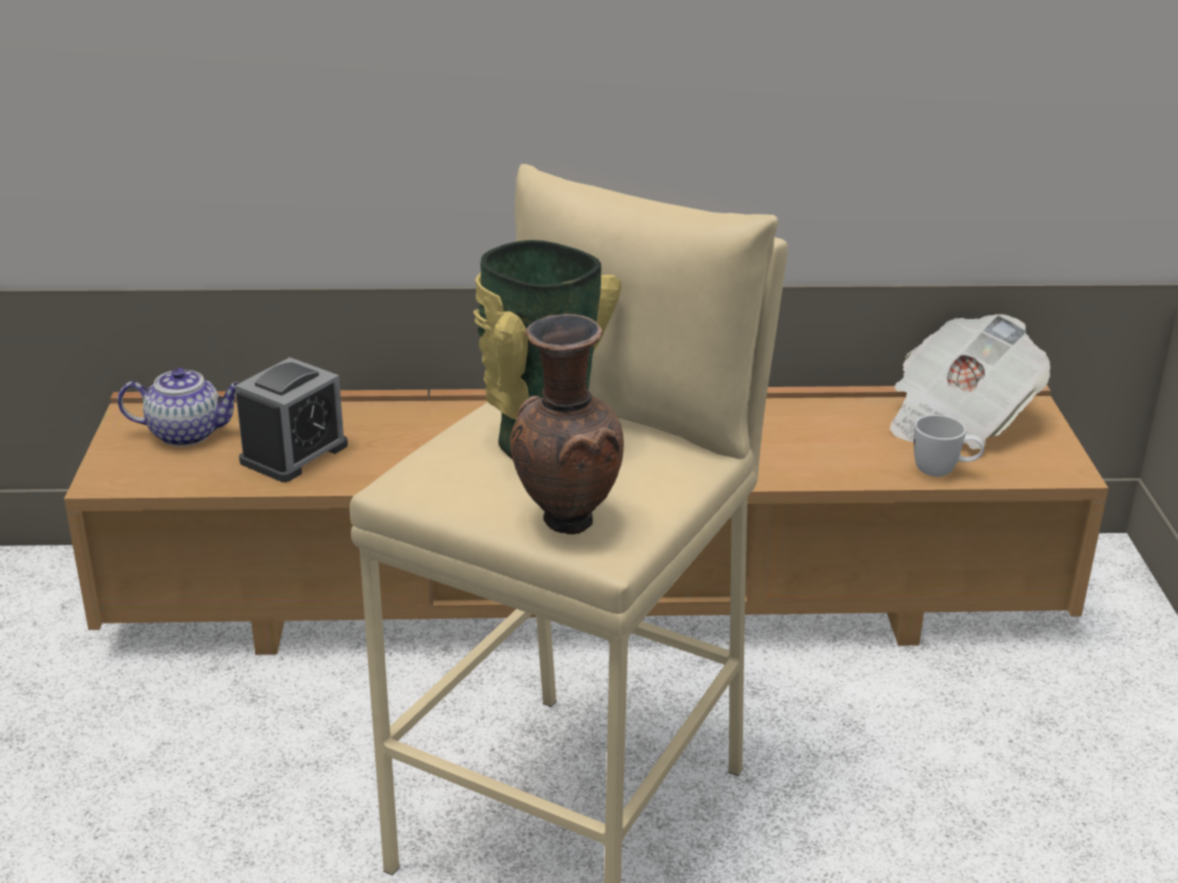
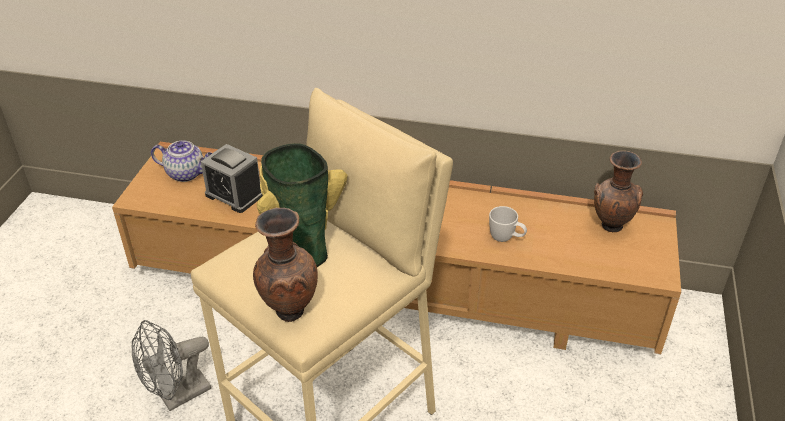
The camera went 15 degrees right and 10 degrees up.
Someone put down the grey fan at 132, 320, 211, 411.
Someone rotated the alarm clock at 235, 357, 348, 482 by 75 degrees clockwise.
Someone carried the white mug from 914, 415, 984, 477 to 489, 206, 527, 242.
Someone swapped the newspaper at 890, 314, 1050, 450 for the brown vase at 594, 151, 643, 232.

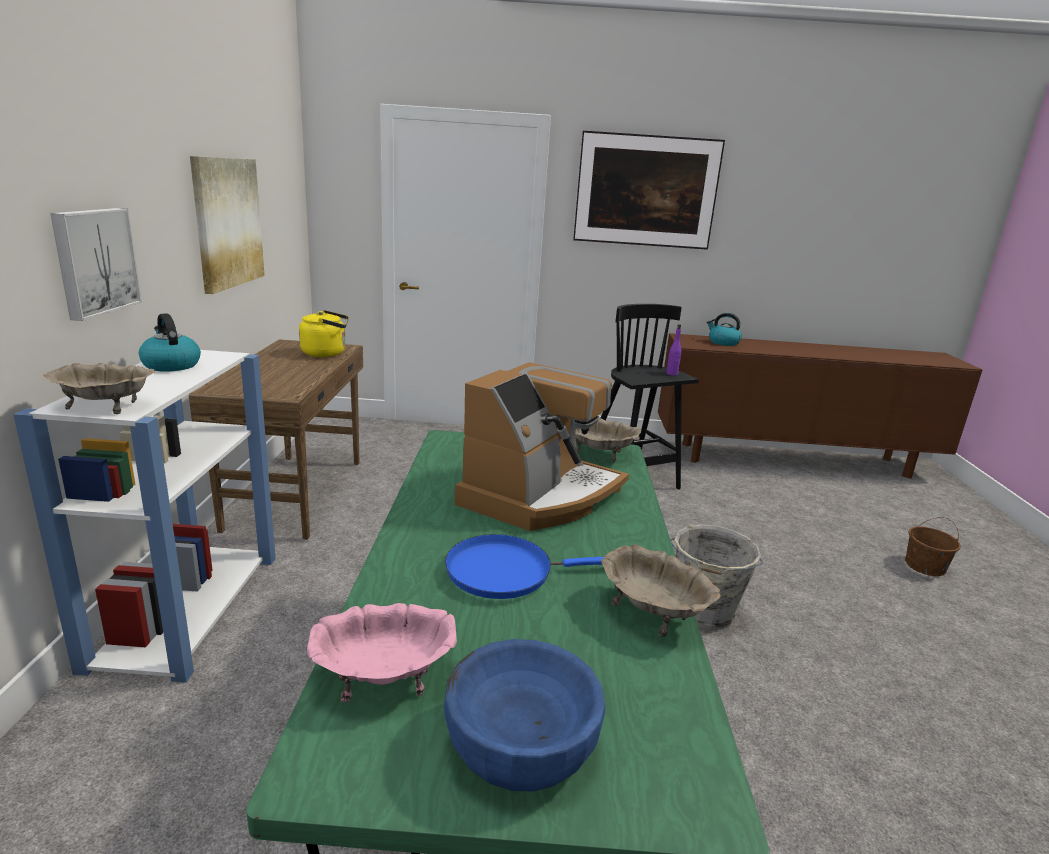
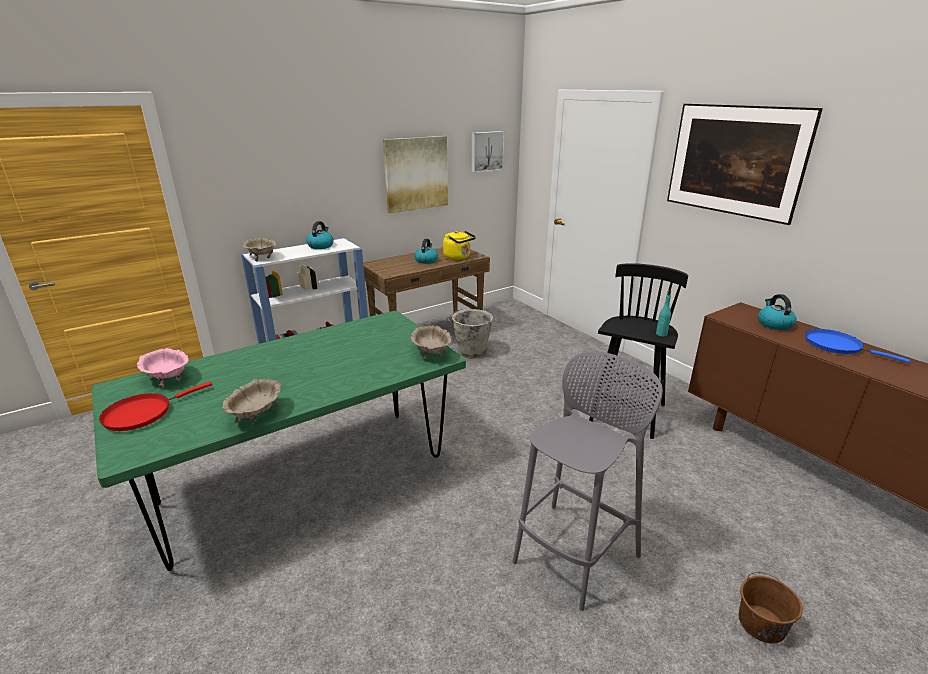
The camera went 55 degrees right and 5 degrees up.
Someone swapped the blue bowl at 444, 639, 605, 792 for the red frying pan at 99, 382, 212, 431.
Someone put down the kettle at 414, 239, 438, 264.
Someone carried the grey bucket from 670, 524, 763, 630 to 447, 309, 493, 359.
Someone carried the picture from 50, 208, 142, 321 to 472, 131, 505, 173.
Someone put down the grey stool at 512, 351, 663, 611.
Someone repainted the purple bottle at 666, 324, 681, 375, which became the turquoise bottle at 656, 291, 671, 336.
Someone carried the blue frying pan from 445, 534, 603, 599 to 805, 329, 910, 363.
Someone took away the coffee machine at 455, 362, 629, 531.

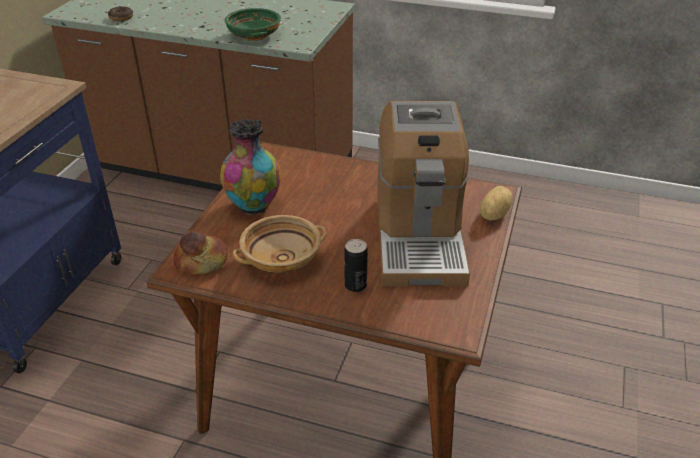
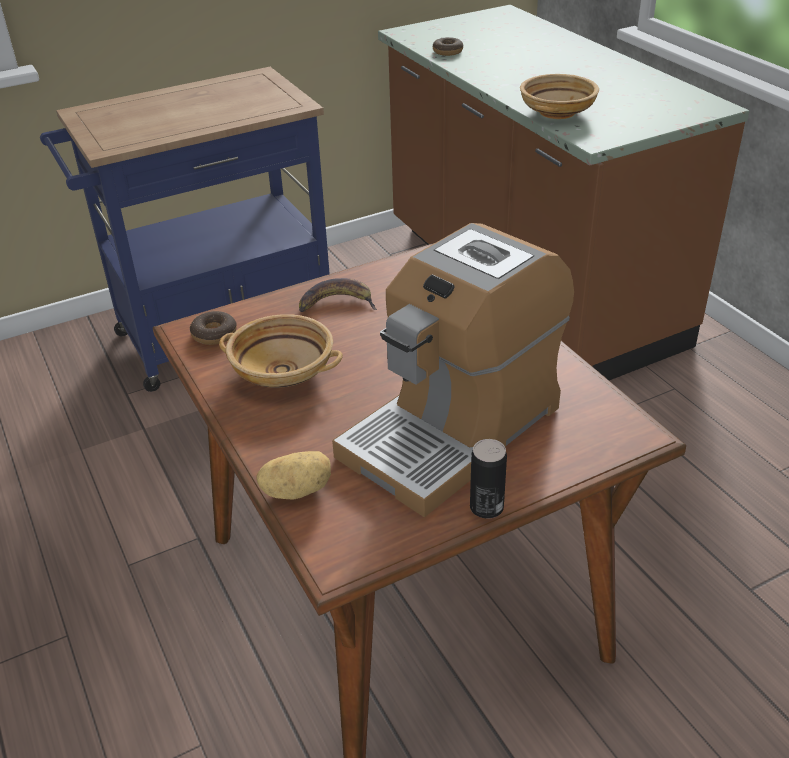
The camera went 45 degrees right and 0 degrees up.
Someone swapped the bread at 174, 232, 228, 275 for the donut at 190, 311, 237, 345.
Someone carried the potato from 480, 186, 512, 221 to 256, 451, 331, 500.
Someone swapped the vase at 220, 119, 281, 215 for the banana at 299, 278, 377, 312.
Someone carried the can from 344, 239, 368, 292 to 470, 439, 507, 518.
Someone repainted the green bowl at 225, 8, 281, 41, which became the beige bowl at 520, 74, 599, 119.

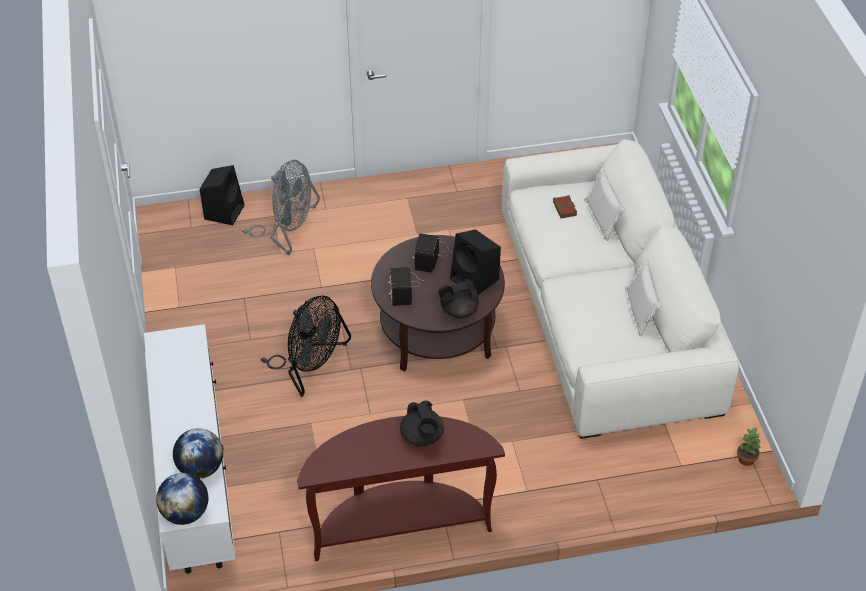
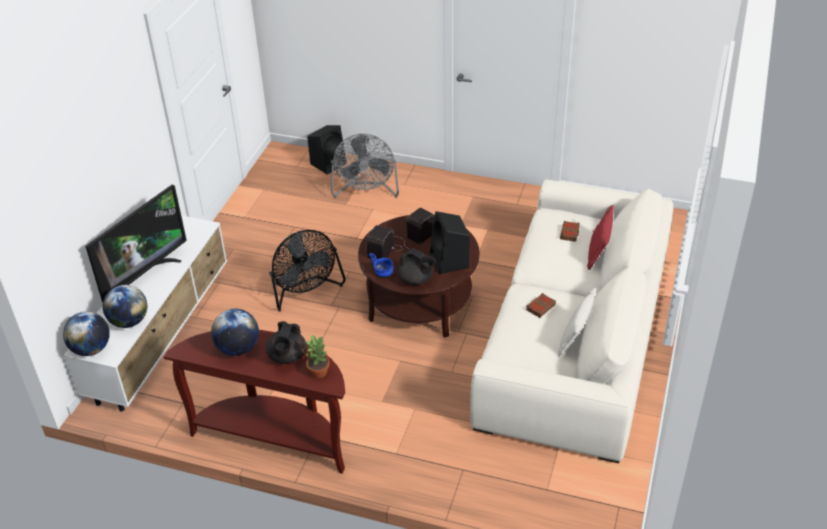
The camera went 30 degrees right and 5 degrees down.
Someone put down the television at 86, 184, 187, 302.
Someone put down the globe at 211, 309, 259, 356.
Someone carried the potted plant from 737, 427, 761, 466 to 306, 334, 329, 378.
Someone rotated the grey fan at 242, 160, 320, 255 by 45 degrees clockwise.
Someone put down the blue bowl at 369, 253, 394, 277.
Someone rotated the black teapot at 438, 279, 479, 318 by 150 degrees counterclockwise.
Someone put down the brown book at 526, 293, 556, 318.
Someone repainted the white pillow at 584, 168, 625, 241, which became the red pillow at 587, 205, 614, 270.

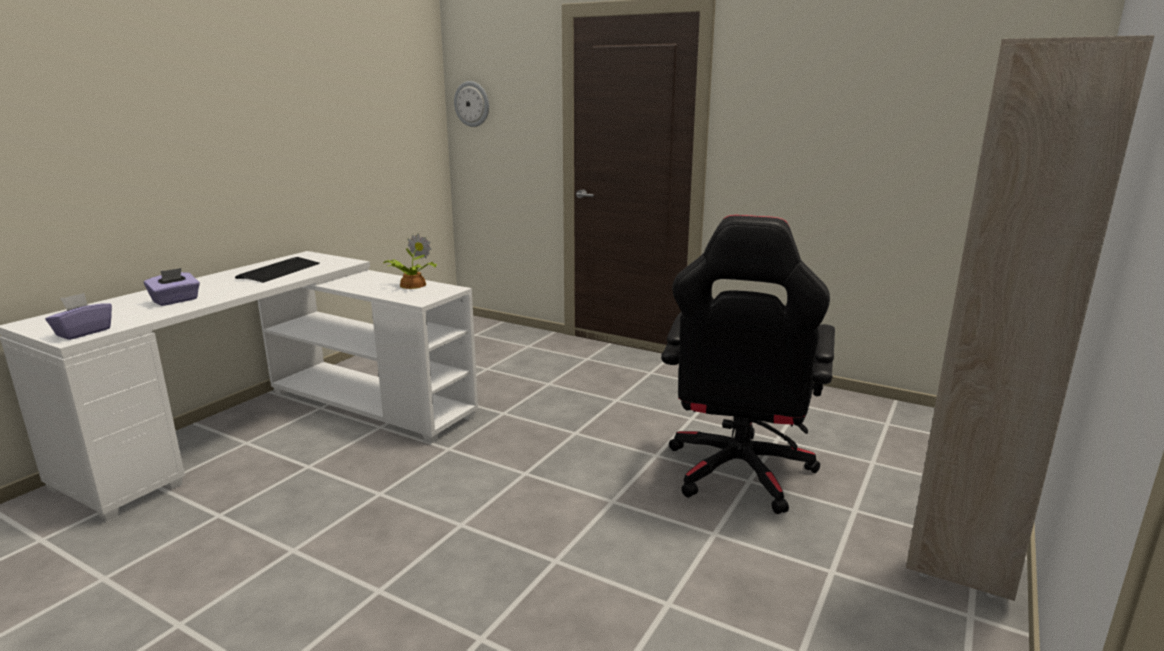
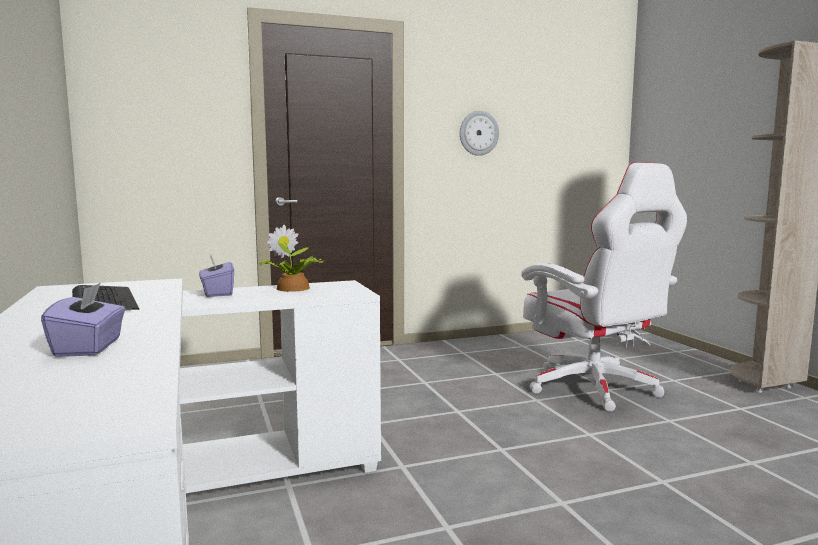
The camera went 50 degrees left and 10 degrees down.
Someone carried the purple tissue box from 45, 293, 112, 340 to 199, 254, 234, 297.
Someone carried the wall clock from 454, 81, 489, 127 to 460, 111, 499, 156.
Someone repainted the black office chair at 661, 215, 835, 514, which became the white office chair at 521, 162, 687, 412.

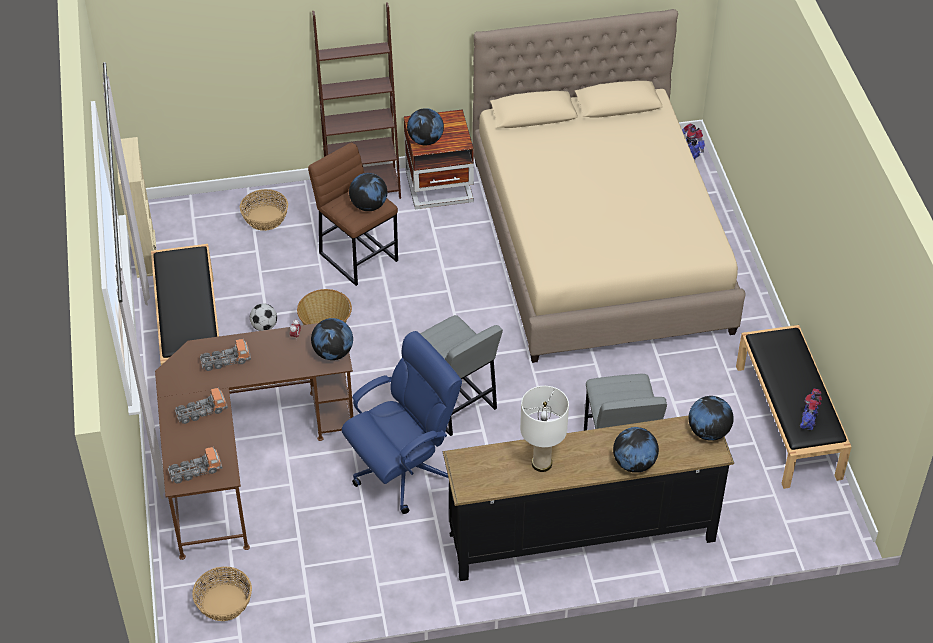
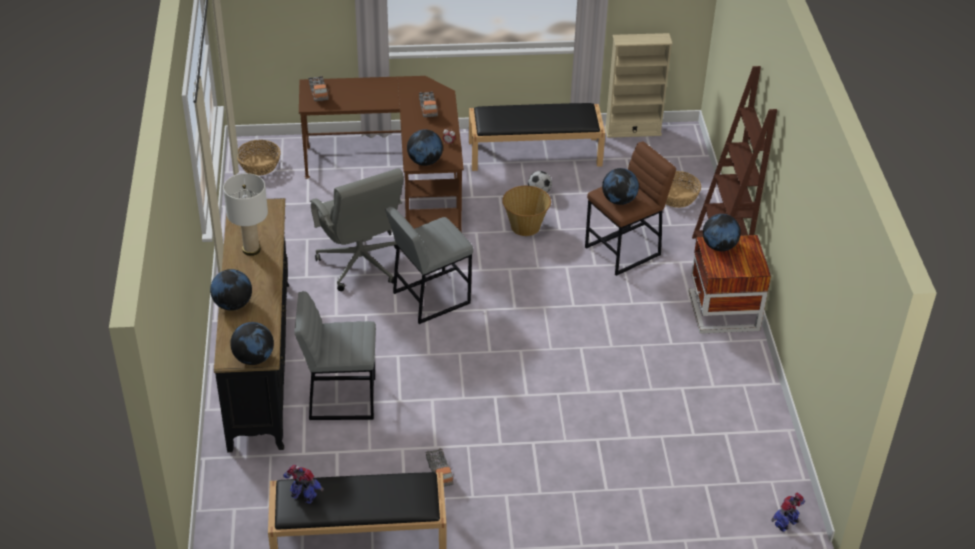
The camera went 95 degrees right and 5 degrees down.
Someone repainted the blue office chair at 342, 331, 462, 514, which became the grey office chair at 310, 168, 404, 291.
Someone carried the toy truck from 175, 388, 228, 424 to 426, 448, 454, 487.
Someone took away the beige bed at 473, 9, 746, 363.

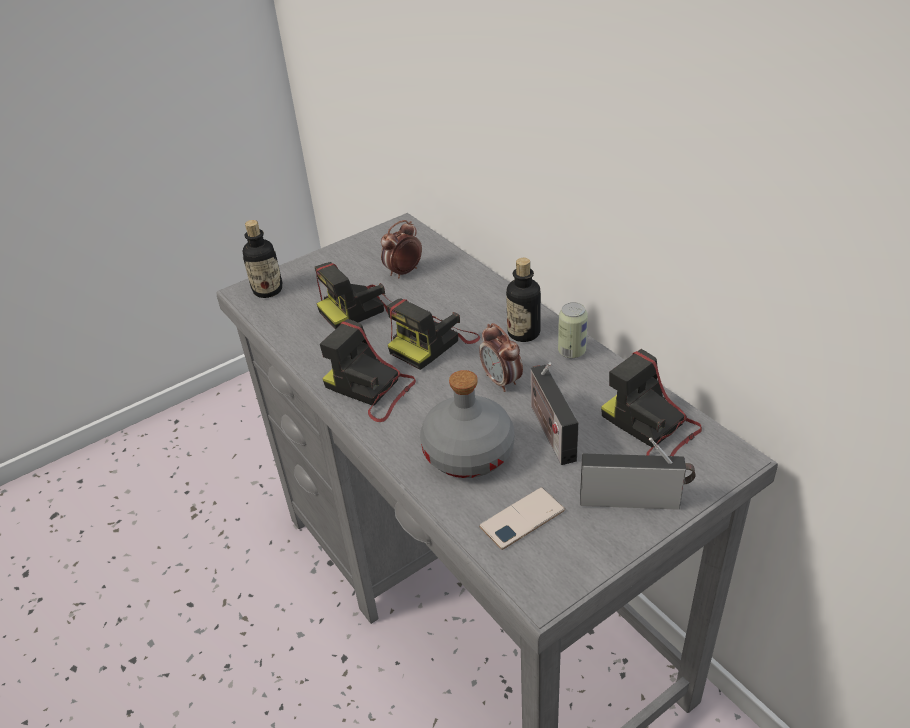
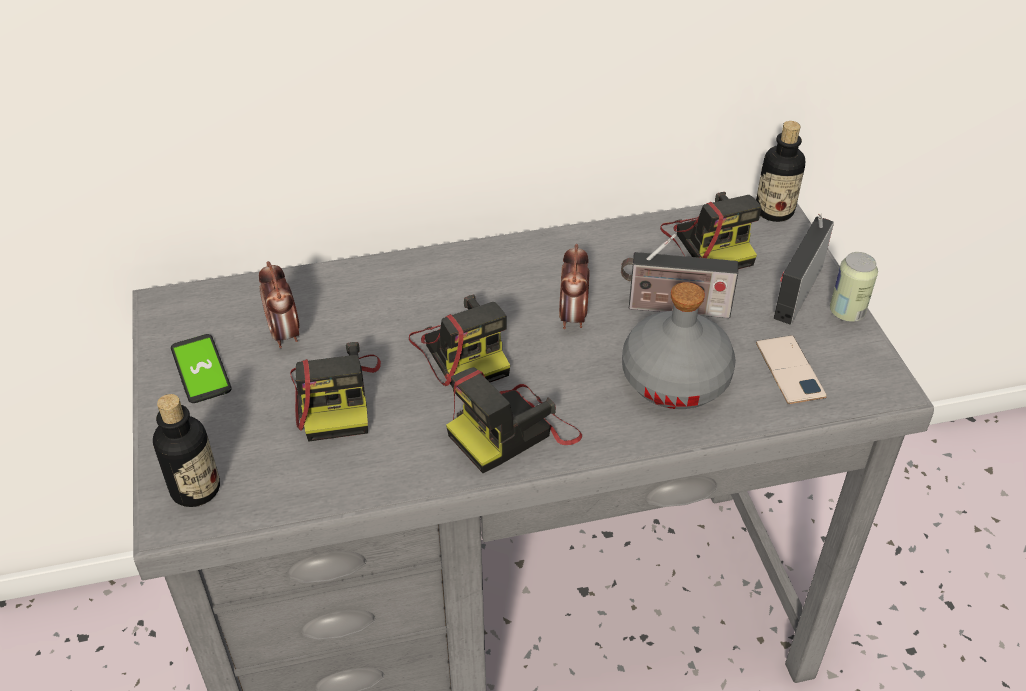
The camera went 70 degrees left and 5 degrees up.
Someone put down the phone at 171, 334, 232, 403.
Someone rotated the alarm clock at 479, 323, 523, 392 by 105 degrees clockwise.
Someone rotated the photo camera at 601, 349, 702, 456 by 90 degrees counterclockwise.
Someone carried the bottle from 506, 258, 541, 342 to 756, 121, 805, 222.
Someone carried the can from 558, 302, 588, 358 to 830, 252, 878, 322.

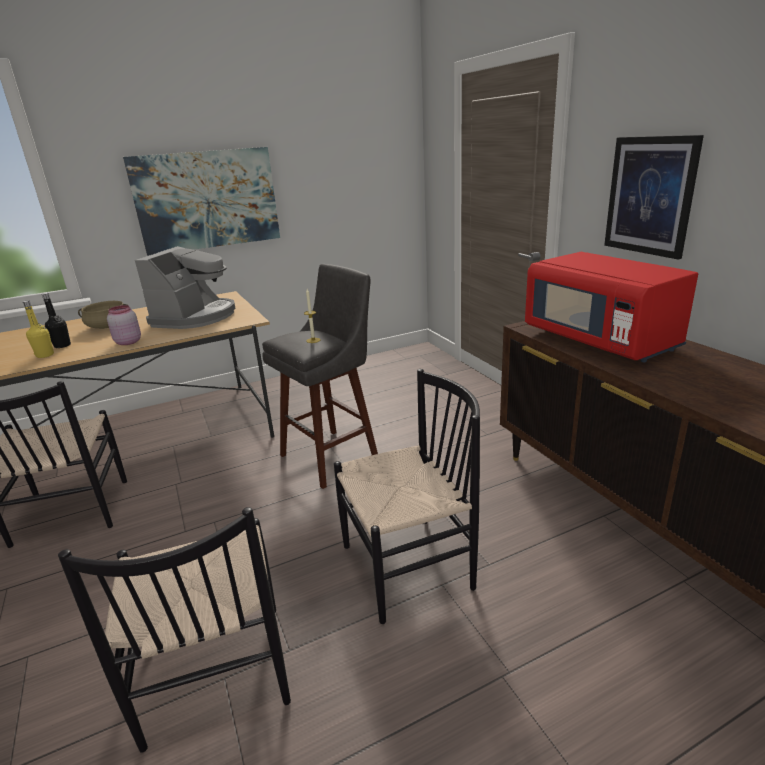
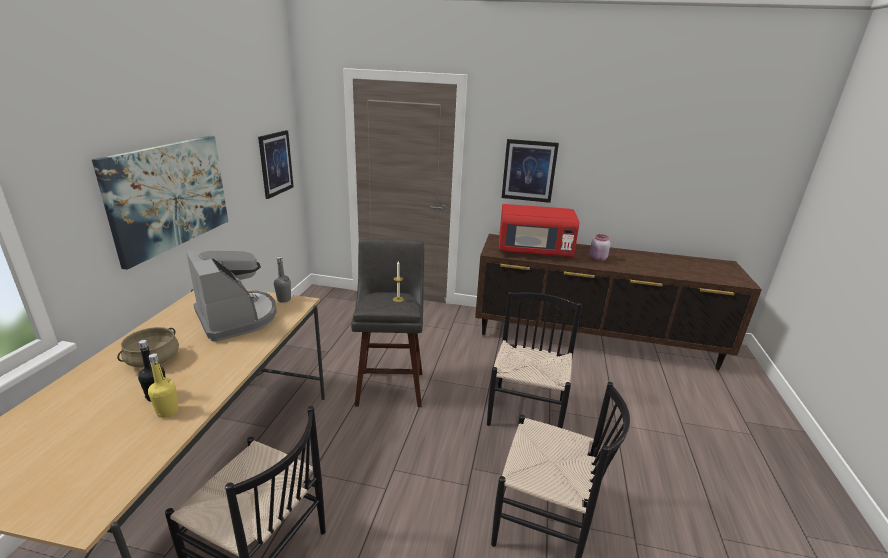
The camera went 55 degrees left and 0 degrees up.
Someone put up the picture at 258, 130, 294, 199.
Someone put down the grey bottle at 274, 257, 291, 303.
Someone carried the pink jar from 107, 305, 141, 345 to 589, 234, 610, 262.

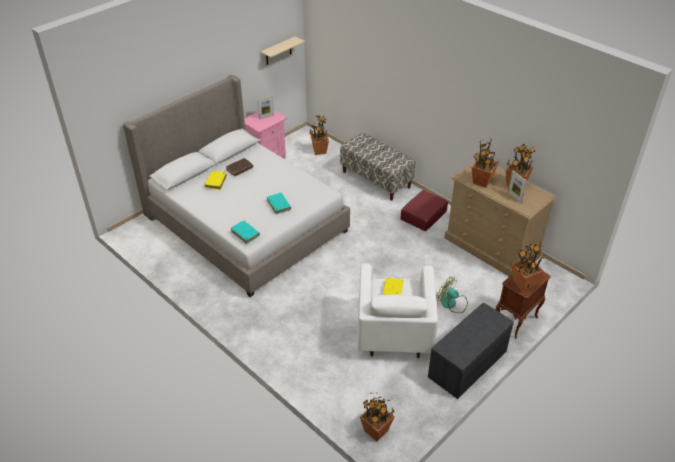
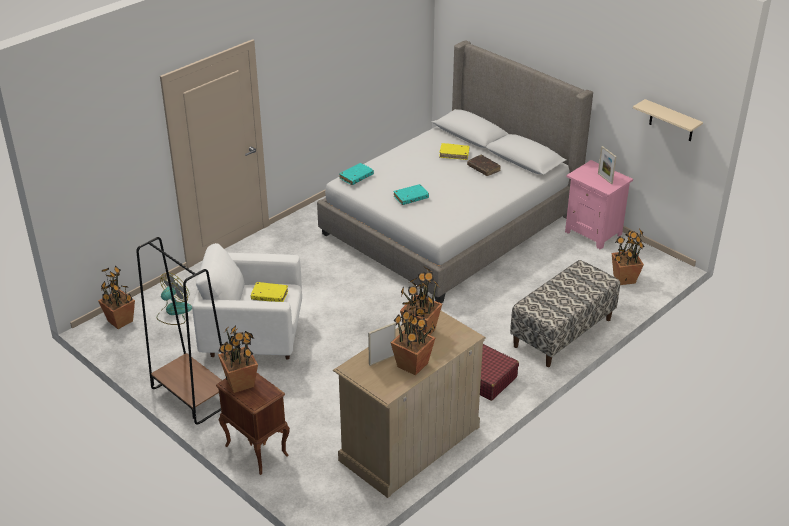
The camera went 90 degrees right and 5 degrees down.
Someone swapped the grey bench at 428, 303, 514, 399 for the clothes rack at 136, 237, 223, 425.
Someone carried the fan from 436, 276, 468, 313 to 157, 273, 192, 325.

